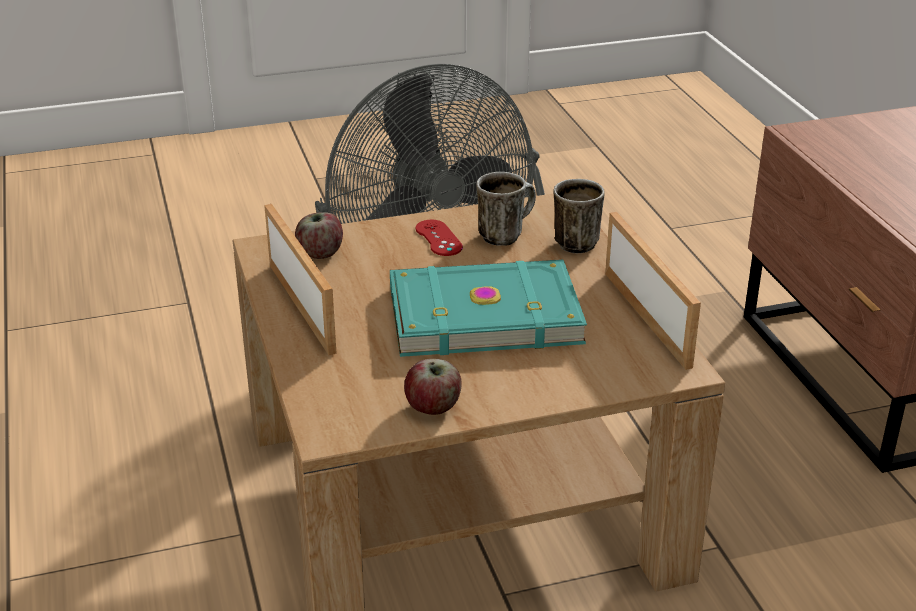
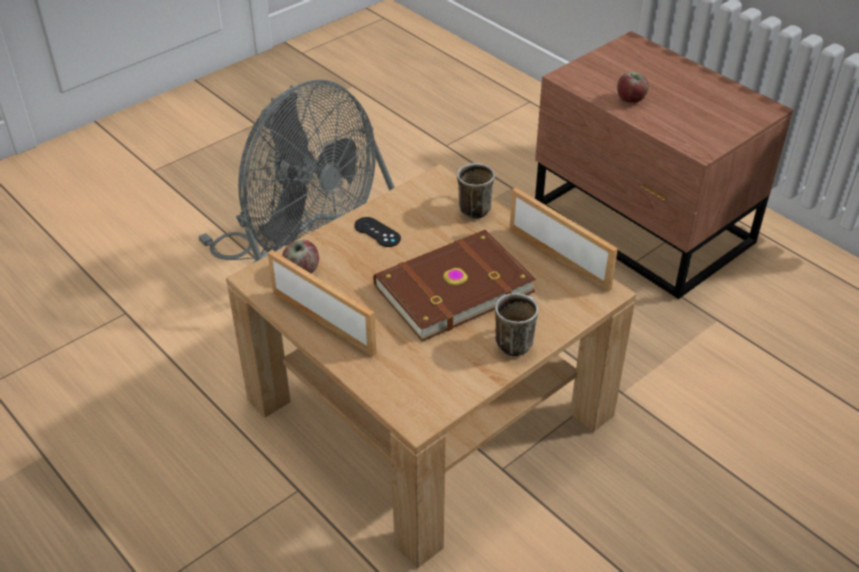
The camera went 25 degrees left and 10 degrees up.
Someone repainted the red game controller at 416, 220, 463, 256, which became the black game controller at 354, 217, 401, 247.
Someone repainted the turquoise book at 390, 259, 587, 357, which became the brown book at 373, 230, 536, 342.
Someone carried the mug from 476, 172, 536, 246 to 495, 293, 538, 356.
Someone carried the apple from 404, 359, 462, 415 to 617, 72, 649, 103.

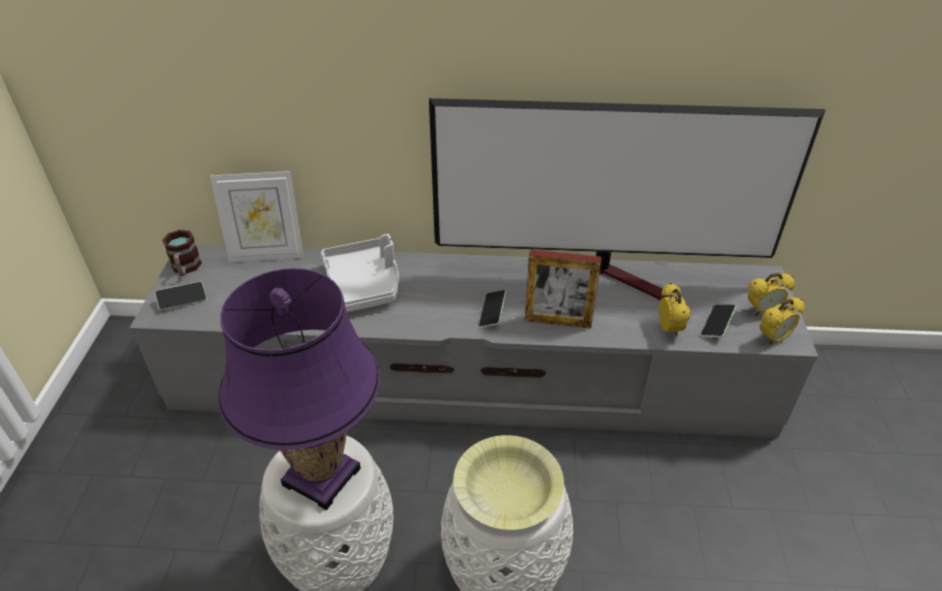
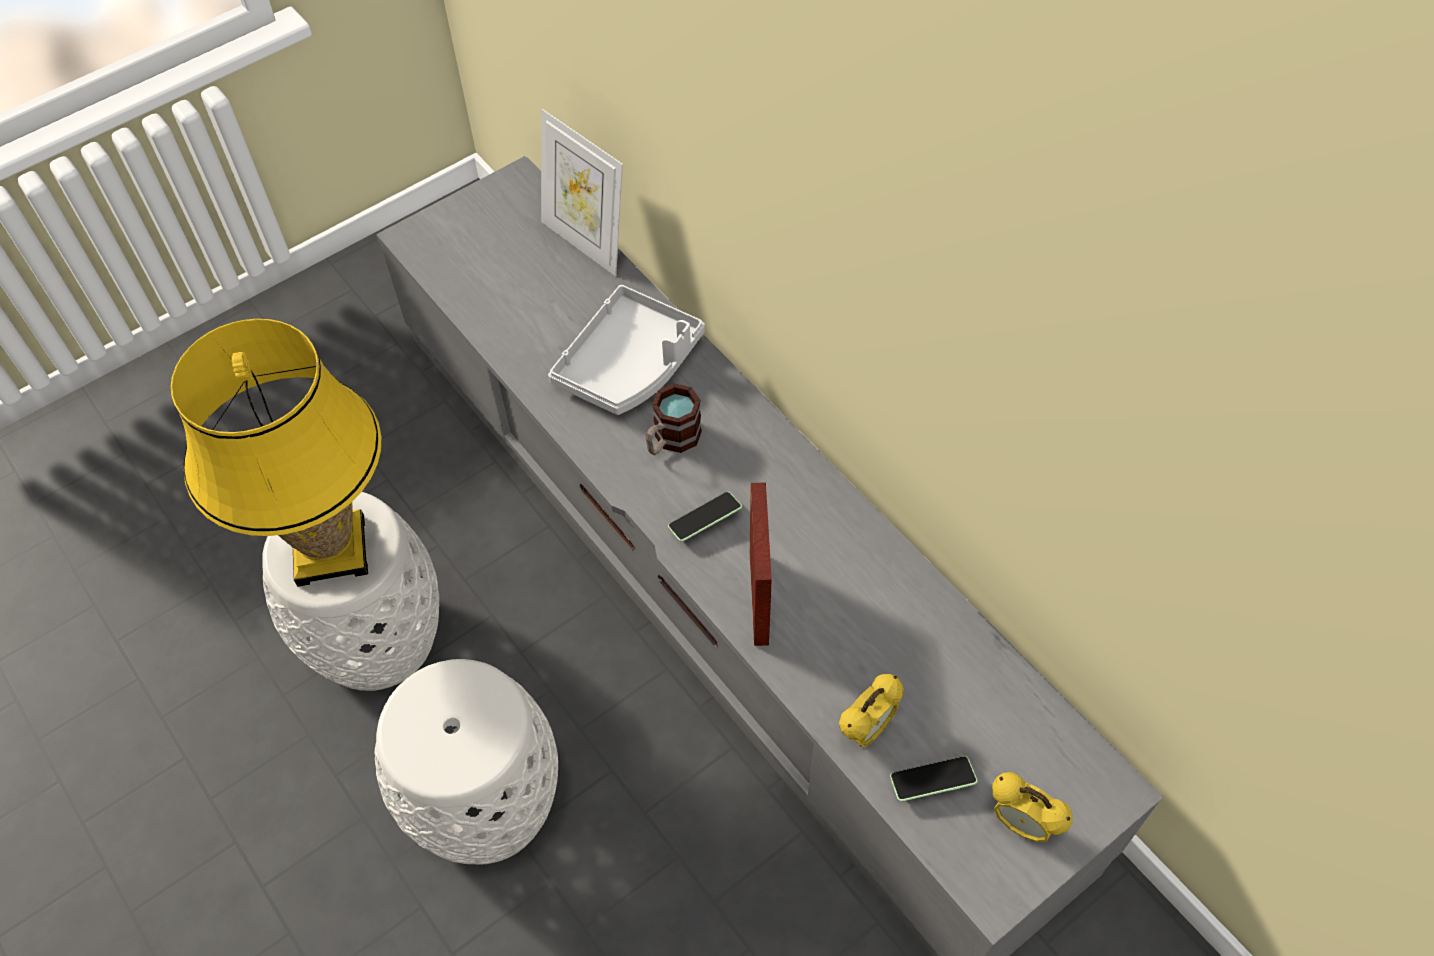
The camera went 50 degrees right and 15 degrees up.
Someone repainted the purple table lamp at 219, 268, 380, 510, which became the yellow table lamp at 171, 319, 381, 587.
Someone carried the mug from 162, 230, 202, 276 to 646, 383, 702, 455.
Someone rotated the picture frame at 525, 249, 601, 328 by 150 degrees counterclockwise.
Someone took away the phone at 155, 281, 207, 310.
Someone took away the television at 429, 98, 826, 300.
Someone took away the yellow bowl at 453, 435, 564, 530.
Someone took away the alarm clock at 760, 297, 805, 345.

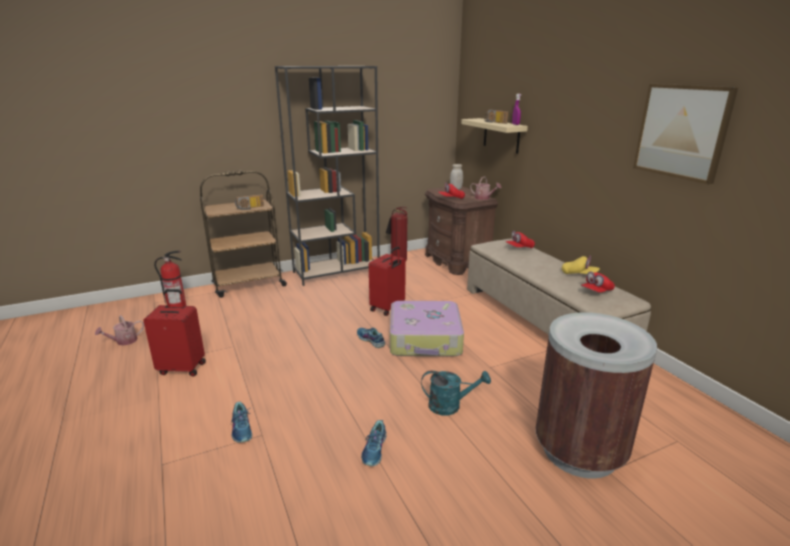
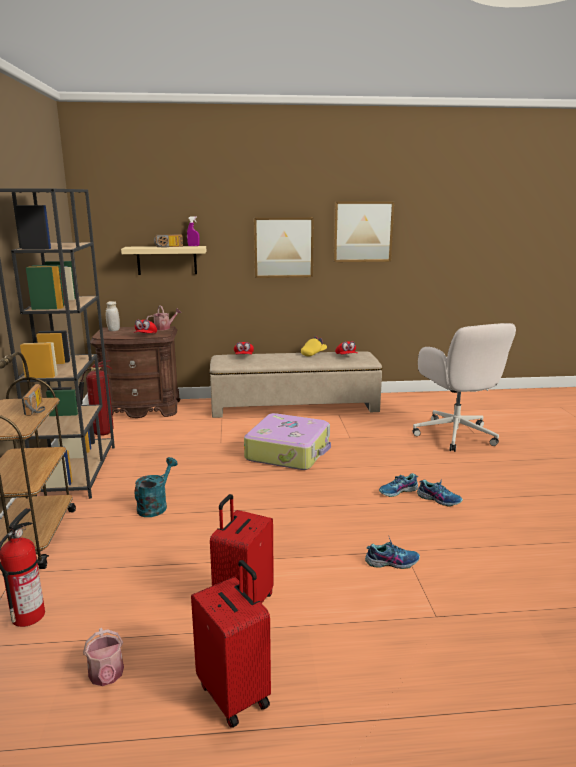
The camera went 70 degrees left and 5 degrees down.
Someone carried the turquoise watering can from 421, 371, 491, 416 to 135, 457, 178, 517.
Someone carried the red suitcase from 369, 246, 406, 316 to 191, 560, 271, 728.
Someone put up the picture at 254, 217, 314, 278.
Someone carried the shoe from 357, 328, 385, 348 to 379, 473, 418, 497.
Someone swapped the brown trash can at 536, 312, 657, 479 for the white office chair at 413, 323, 516, 452.

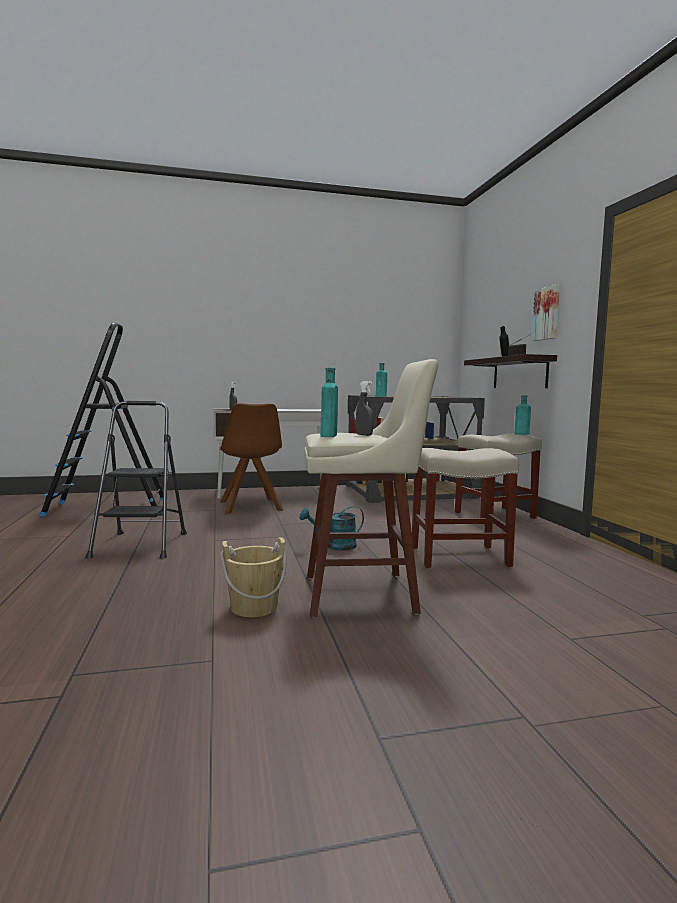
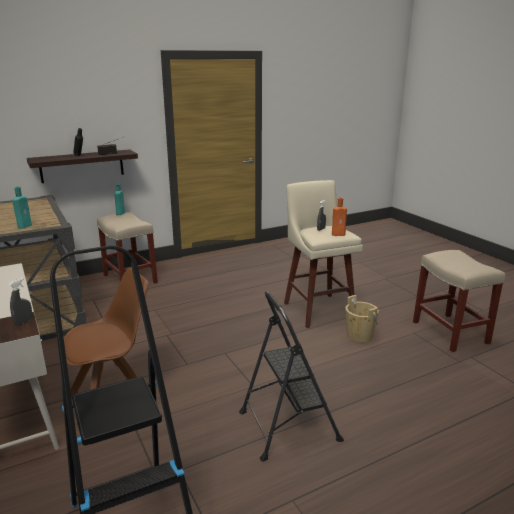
The camera went 105 degrees left and 15 degrees up.
Someone repainted the turquoise bottle at 320, 367, 338, 437, which became the orange bottle at 332, 198, 347, 236.
Someone carried the beige stool from 412, 448, 519, 568 to 413, 250, 505, 352.
Someone took away the turquoise watering can at 300, 506, 364, 551.
Someone took away the picture at 532, 284, 560, 341.

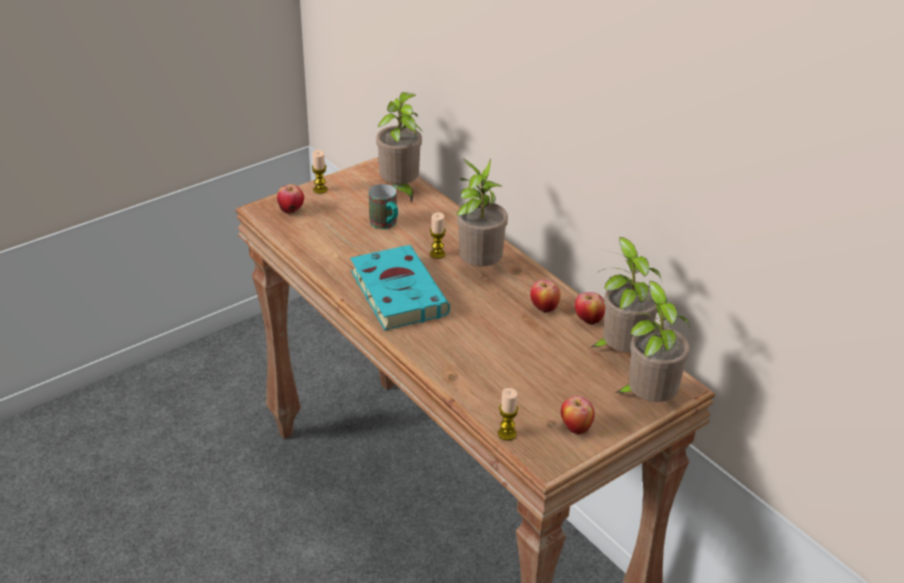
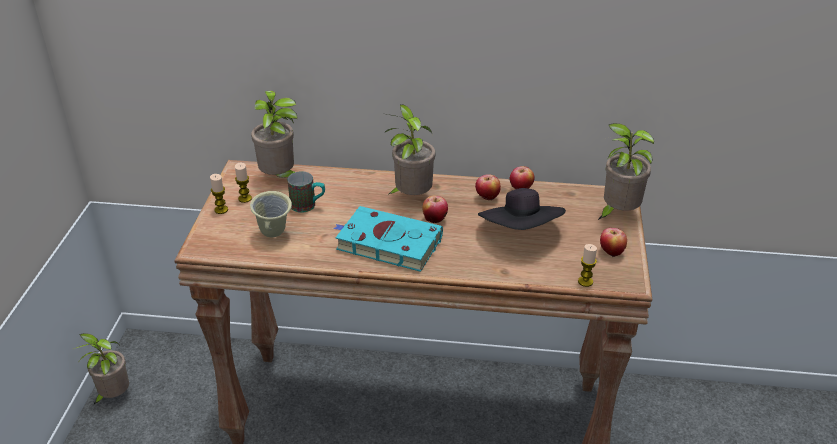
The camera went 45 degrees left and 0 degrees up.
Someone carried the potted plant from 590, 237, 661, 353 to 73, 333, 129, 405.
Someone carried the candle from 430, 212, 446, 259 to 235, 163, 252, 203.
Someone put down the beige mug at 250, 191, 292, 237.
Someone carried the apple from 277, 184, 304, 214 to 422, 195, 448, 223.
Someone put down the black hat at 478, 188, 566, 230.

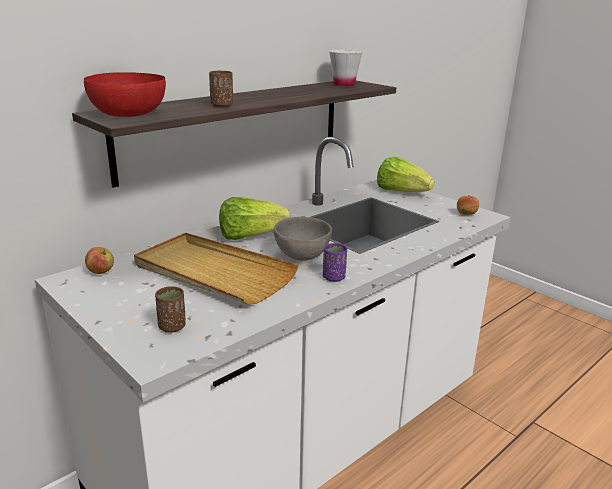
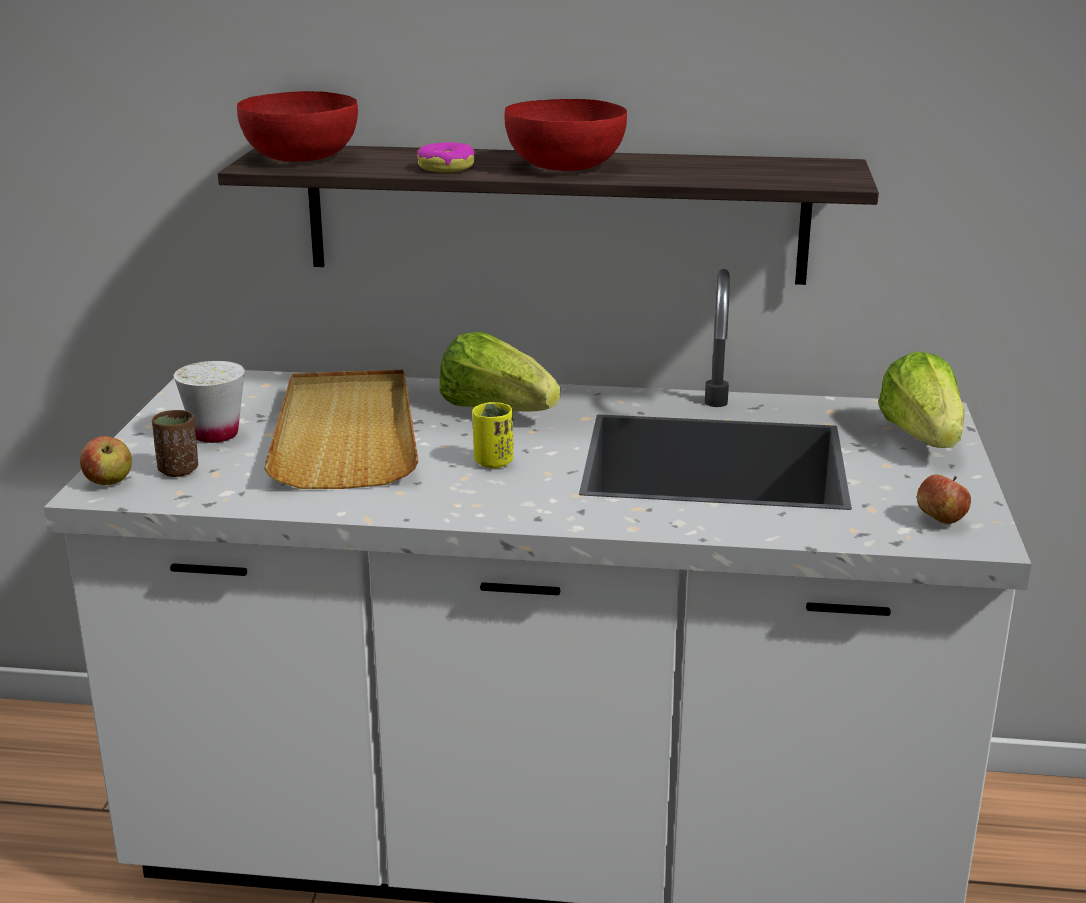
The camera went 50 degrees right and 0 degrees up.
Someone carried the apple from 85, 247, 114, 274 to 80, 436, 132, 485.
Someone carried the white cup from 329, 50, 362, 86 to 174, 361, 245, 443.
Someone swapped the brown cup at 209, 71, 233, 107 for the donut at 417, 142, 475, 172.
Someone swapped the grey bowl at 274, 217, 332, 261 for the yellow cup at 472, 402, 513, 468.
Someone put down the red bowl at 504, 99, 627, 171.
Someone took away the purple cup at 323, 243, 347, 282.

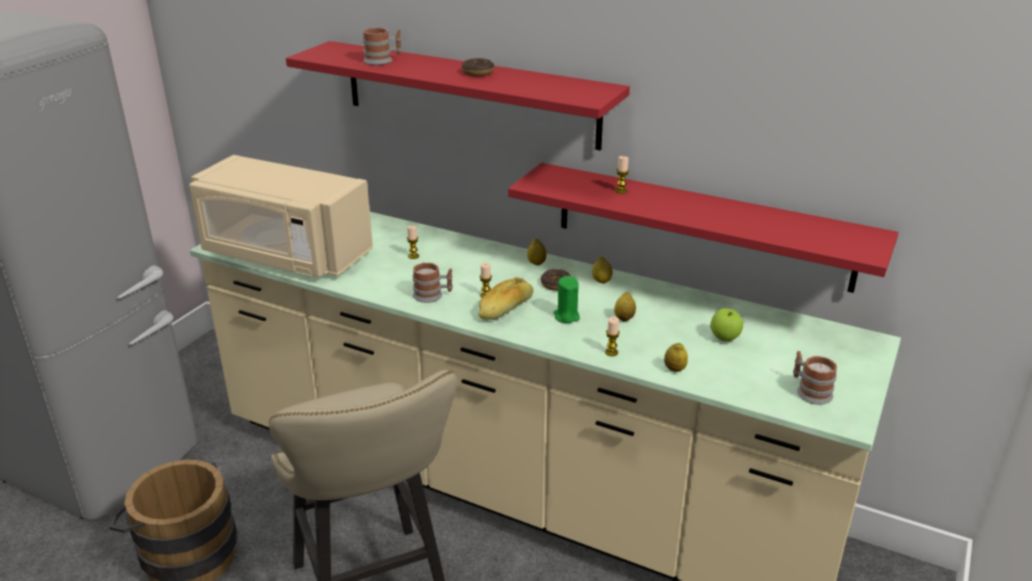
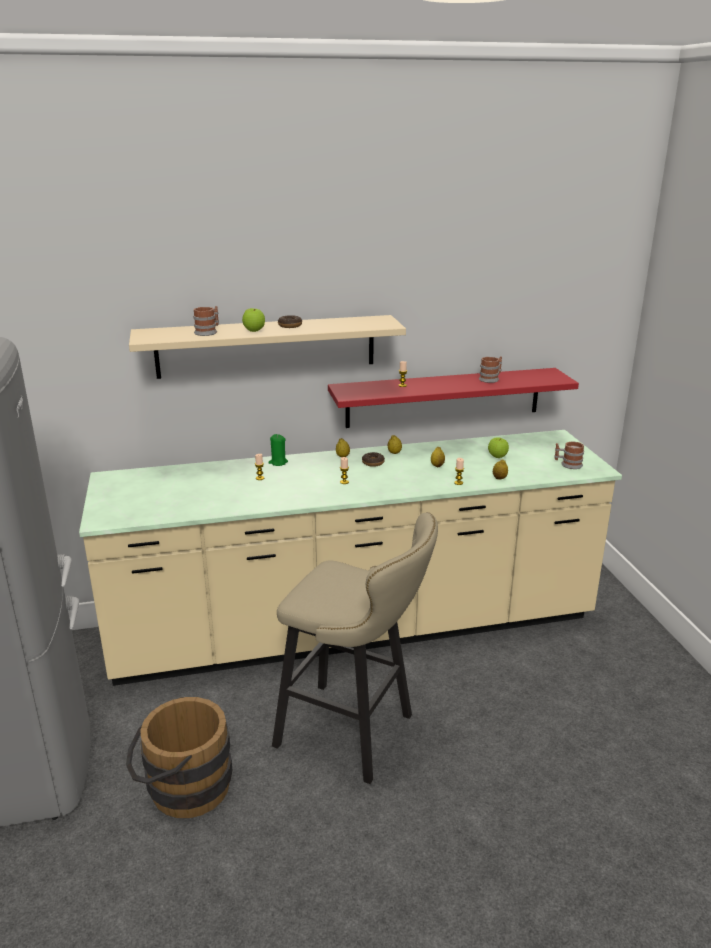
The camera went 40 degrees left and 5 degrees down.
Someone repainted the red shelf at 286, 41, 630, 151, which became the beige shelf at 129, 315, 406, 379.
Someone put down the apple at 242, 308, 265, 332.
Someone carried the green candle from 553, 276, 580, 323 to 268, 434, 288, 466.
Someone carried the mug from 413, 262, 453, 303 to 479, 356, 502, 383.
Someone took away the beige microwave at 189, 155, 373, 277.
Someone took away the bread at 478, 277, 534, 320.

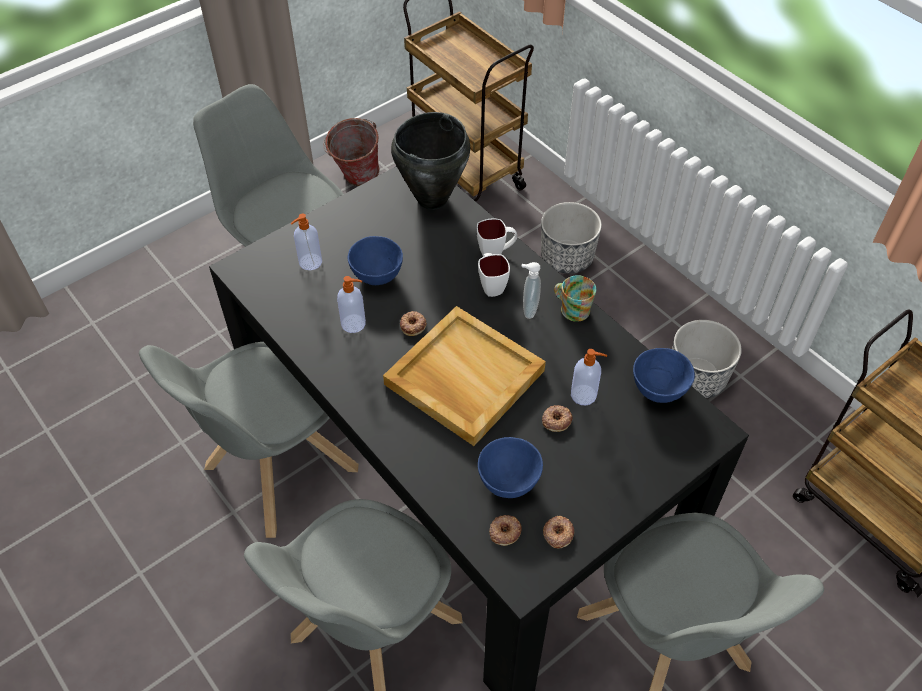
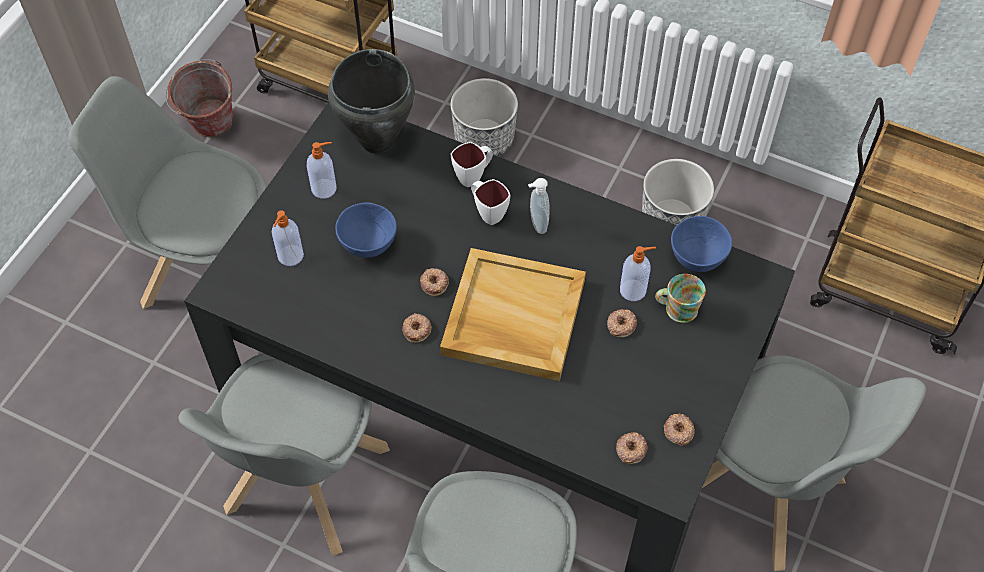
The camera went 25 degrees left and 5 degrees up.
Someone carried the soap dispenser from 337, 276, 366, 333 to 307, 142, 336, 199.
Someone put down the donut at 402, 313, 432, 343.
Someone carried the mug from 554, 275, 596, 322 to 655, 274, 706, 323.
Someone took away the blue bowl at 478, 437, 543, 498.

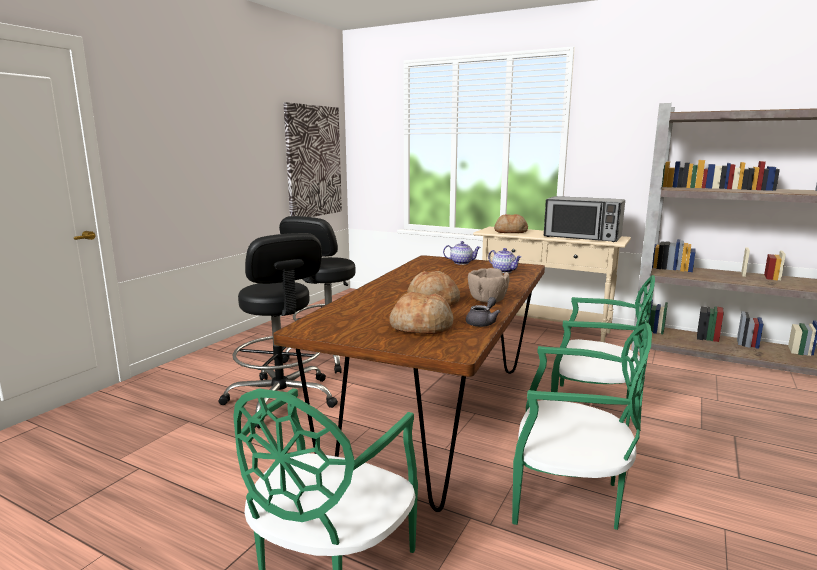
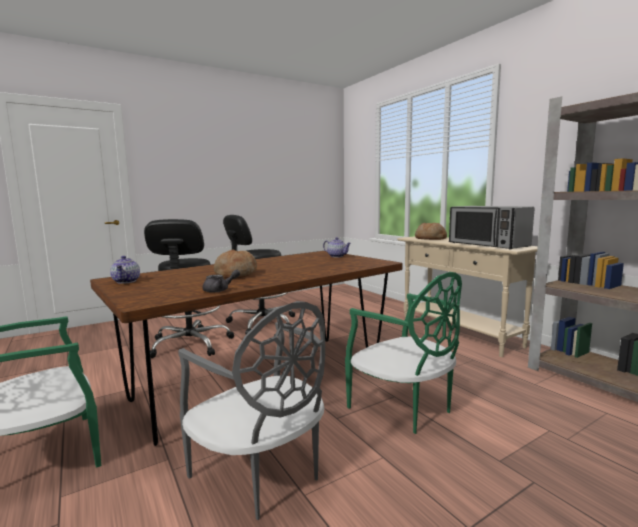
The camera went 30 degrees right and 5 degrees down.
Someone carried the teapot from 488, 248, 521, 273 to 110, 256, 140, 284.
Someone repainted the green chair at 512, 323, 652, 530, which became the grey chair at 178, 301, 325, 520.
Someone took away the picture at 284, 102, 342, 217.
Someone took away the bread at 390, 292, 453, 334.
Someone took away the brown bowl at 468, 268, 509, 303.

